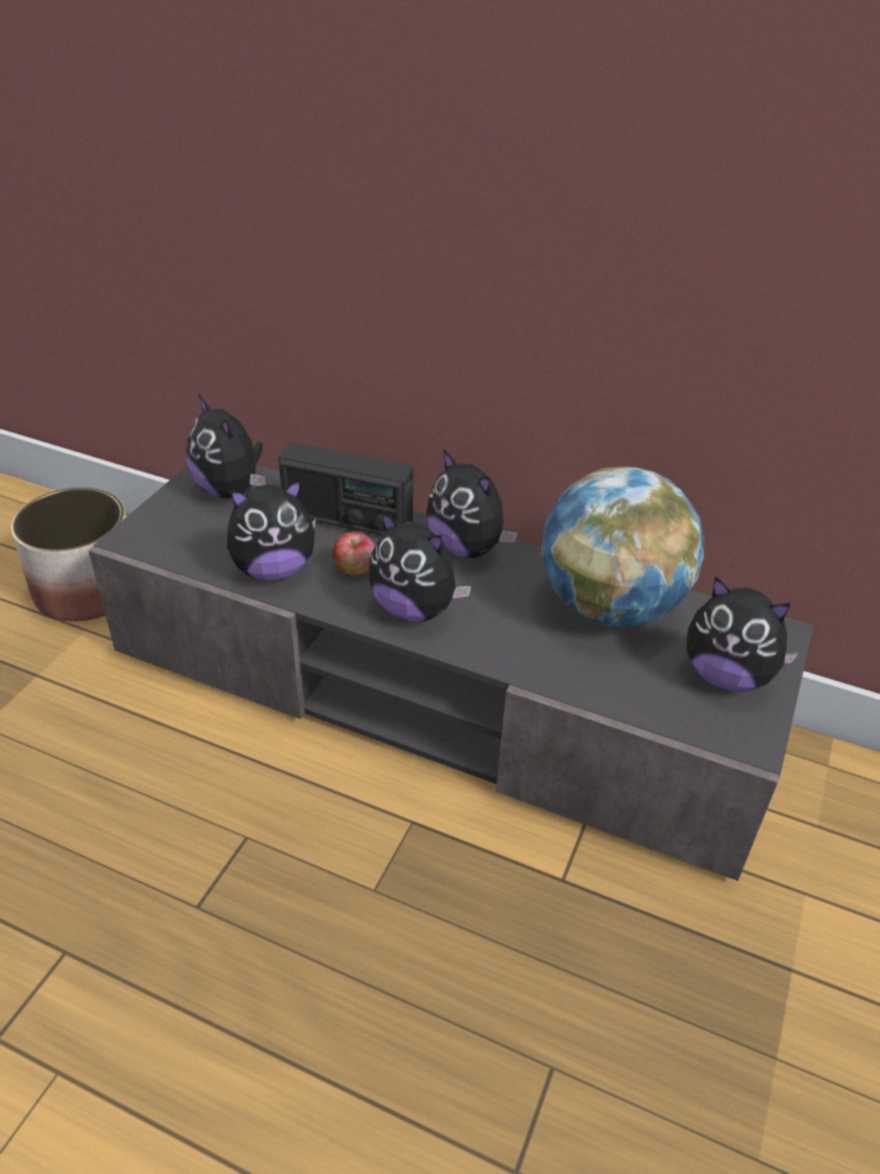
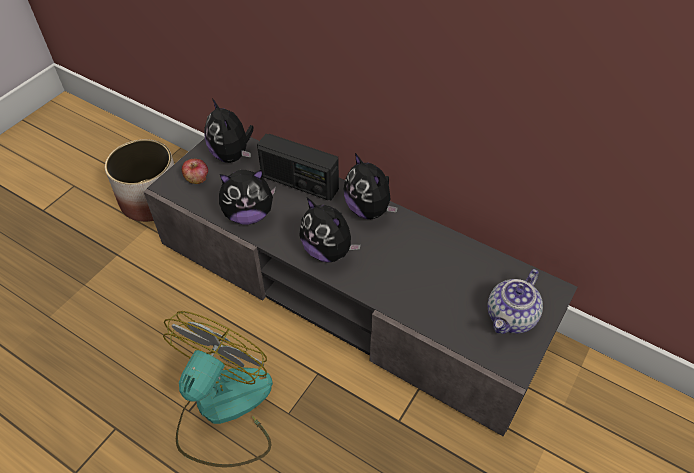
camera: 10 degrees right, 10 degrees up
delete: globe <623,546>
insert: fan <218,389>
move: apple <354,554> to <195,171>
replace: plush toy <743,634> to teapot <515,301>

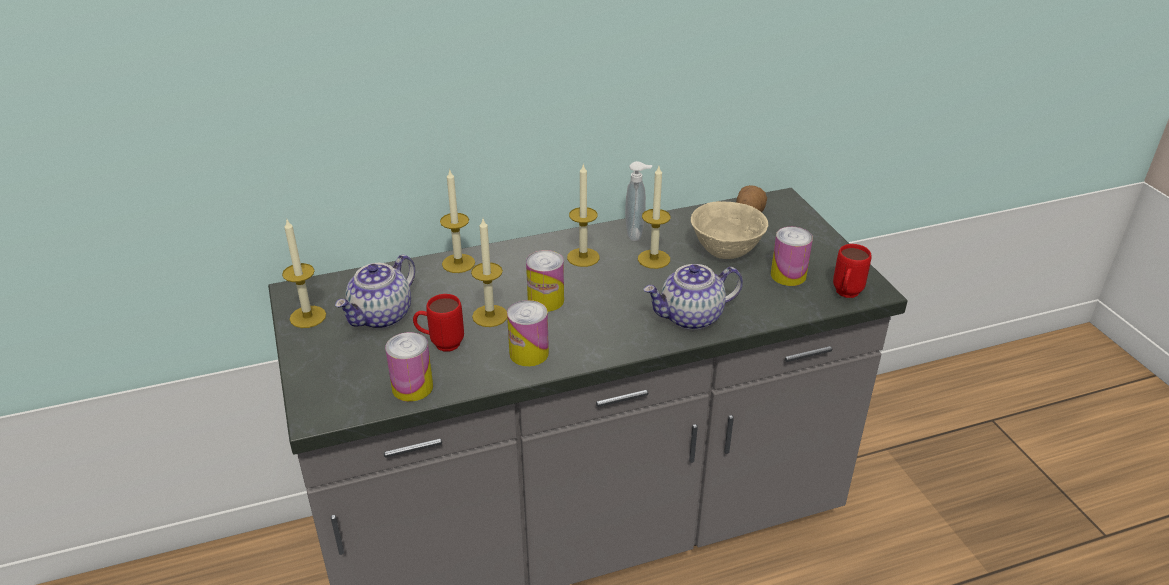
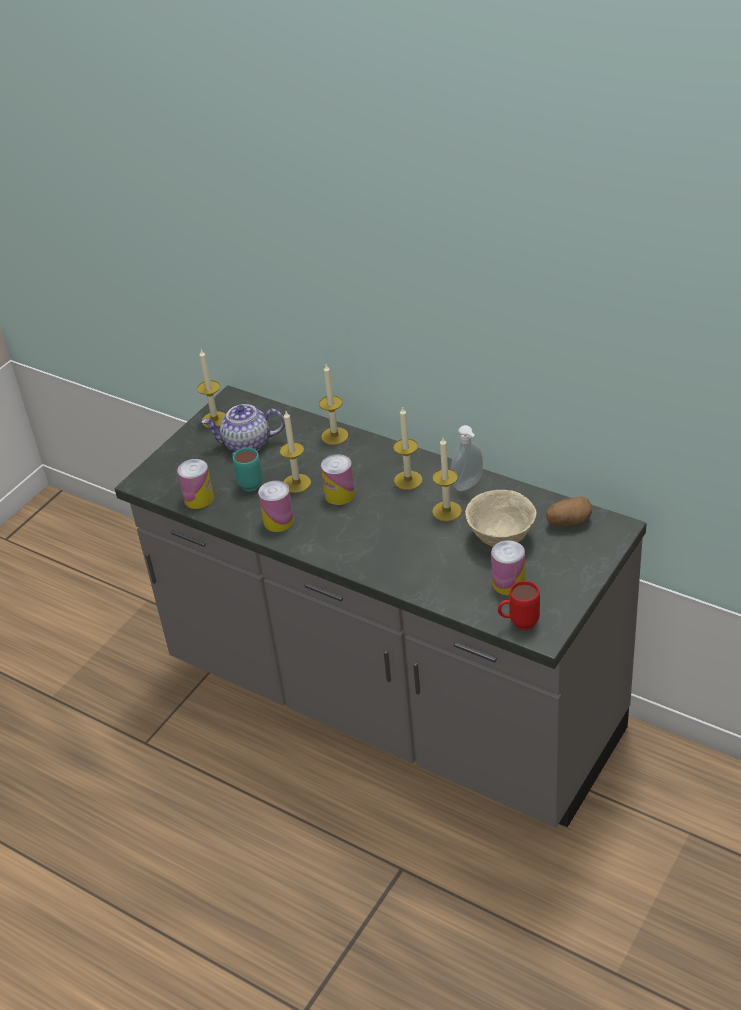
camera: 55 degrees right, 5 degrees up
delete: teapot <693,297>
recolor: red mug <438,323> to turquoise mug <247,470>

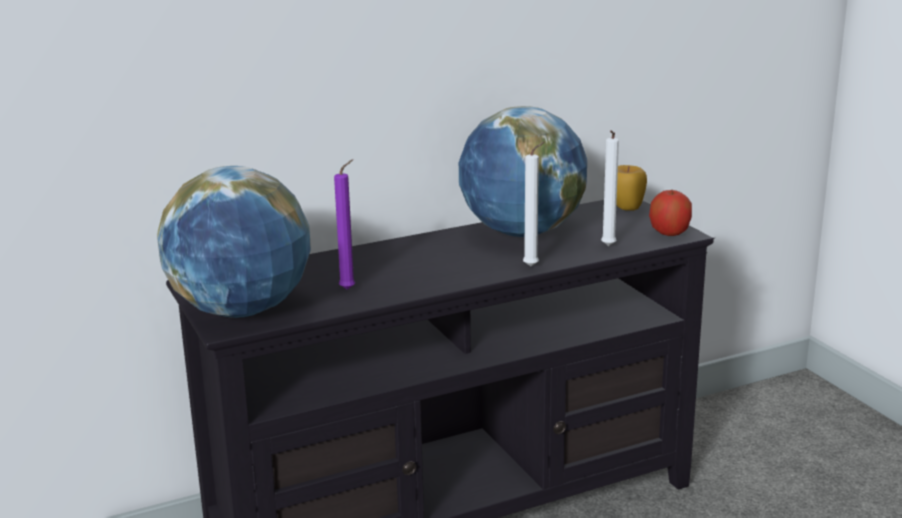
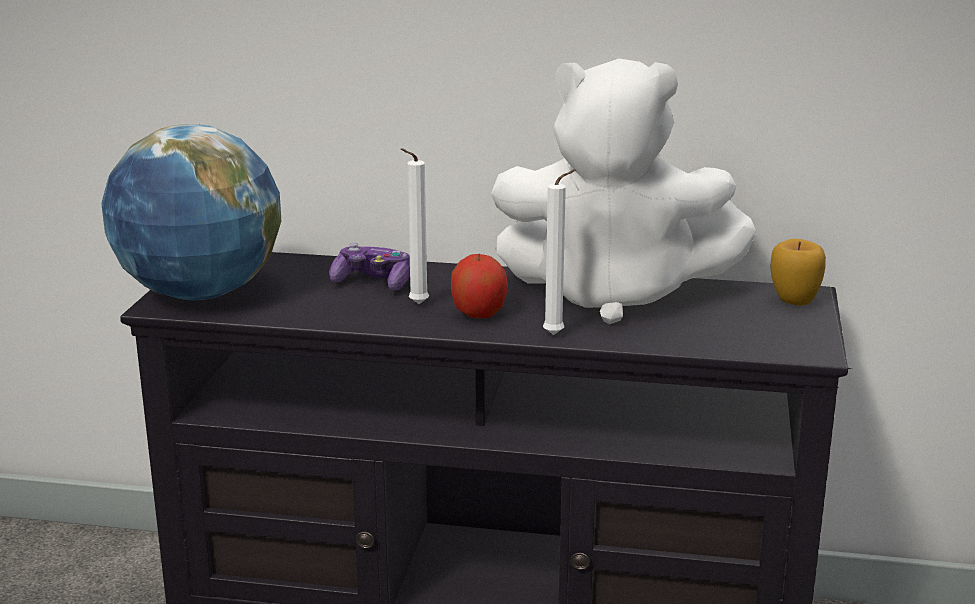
camera: 35 degrees right, 0 degrees up
delete: purple candle <344,224>
insert: game controller <369,267>
move: white candle <610,188> to <415,226>; apple <670,213> to <479,285>
replace: globe <523,171> to white plush toy <623,191>

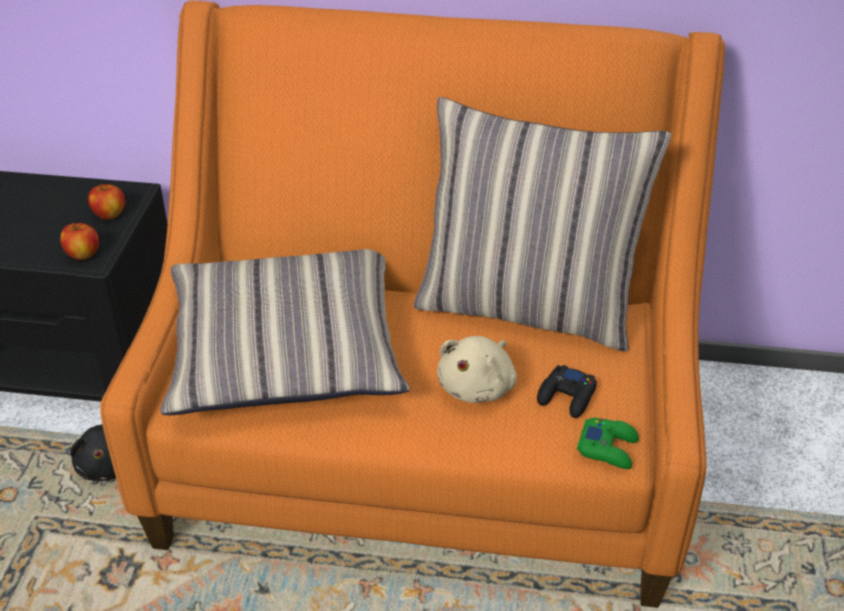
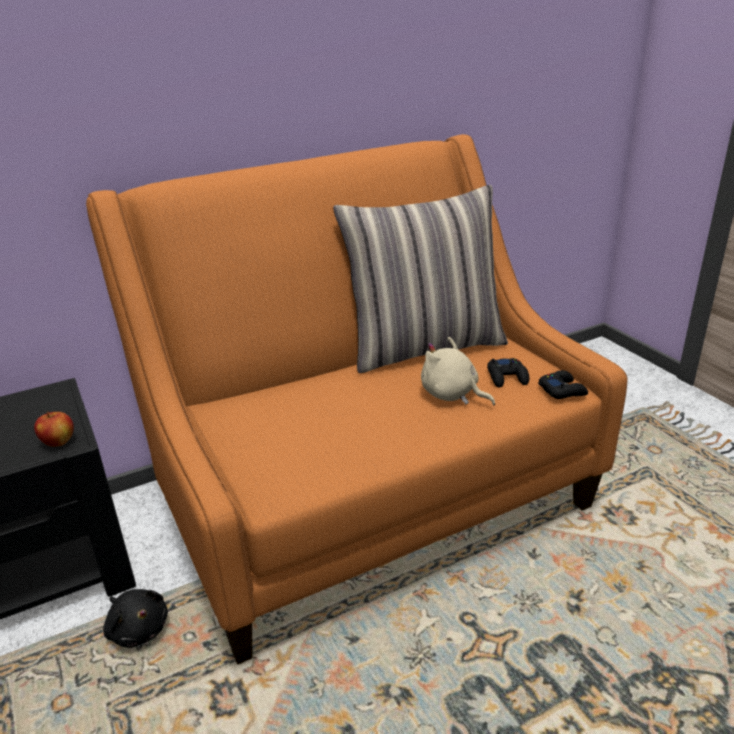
camera: 35 degrees left, 10 degrees down
delete: apple <106,201>; pillow <285,332>
recolor: green game controller <608,443> to black game controller <563,384>
rotate: beige plush toy <477,369> = <458,371> 135 degrees clockwise

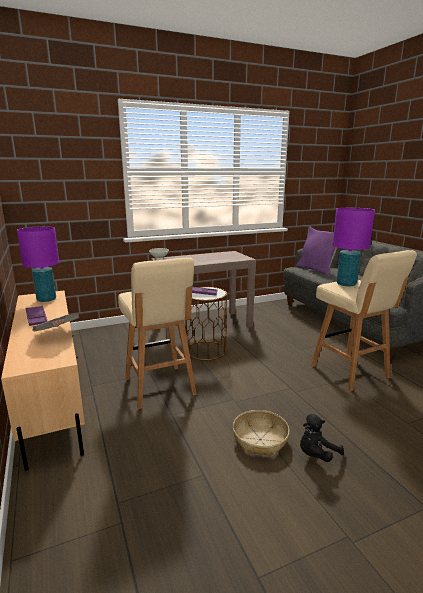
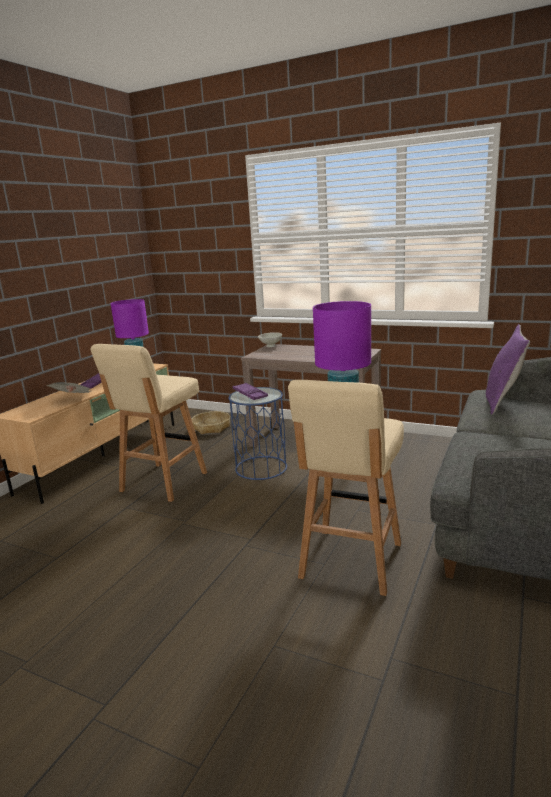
camera: 50 degrees right, 0 degrees up
delete: black plush toy <322,438>
move: basket <261,433> to <211,422>
recolor: brown side table <206,323> to blue side table <258,433>

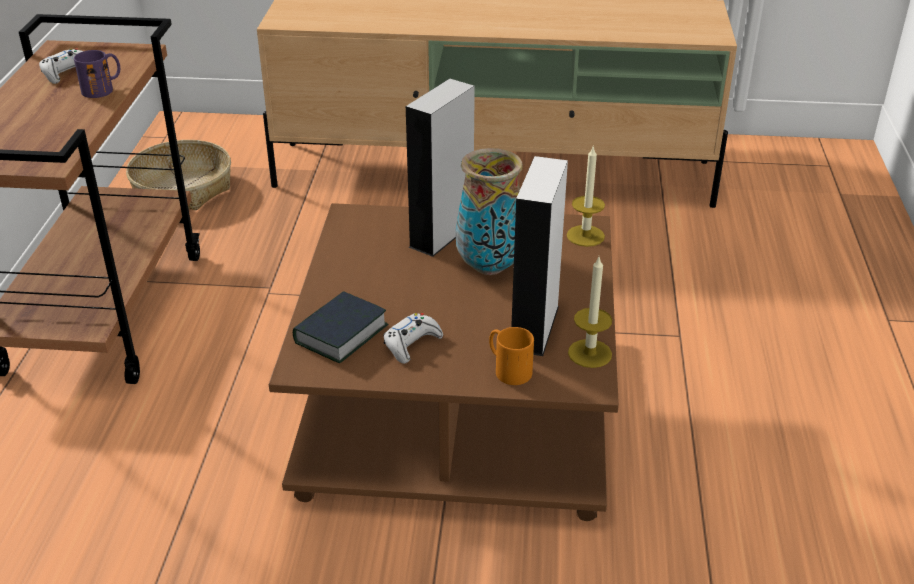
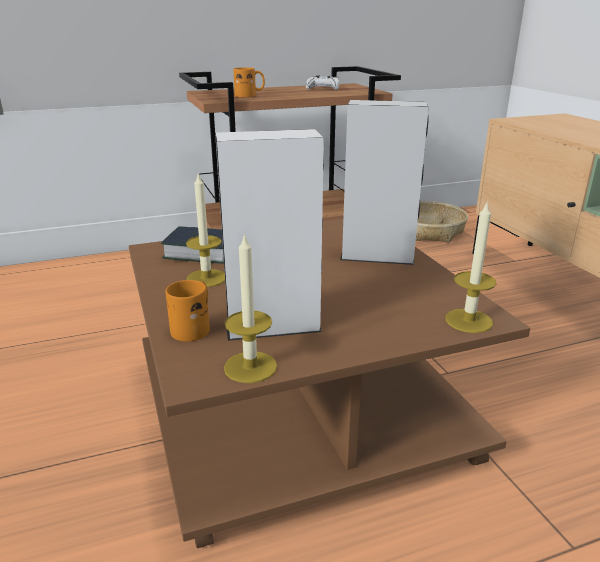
camera: 65 degrees right, 10 degrees down
delete: purple mug <97,74>; vase <489,211>
insert: orange mug <249,82>
replace: white game controller <413,338> to candle <205,230>

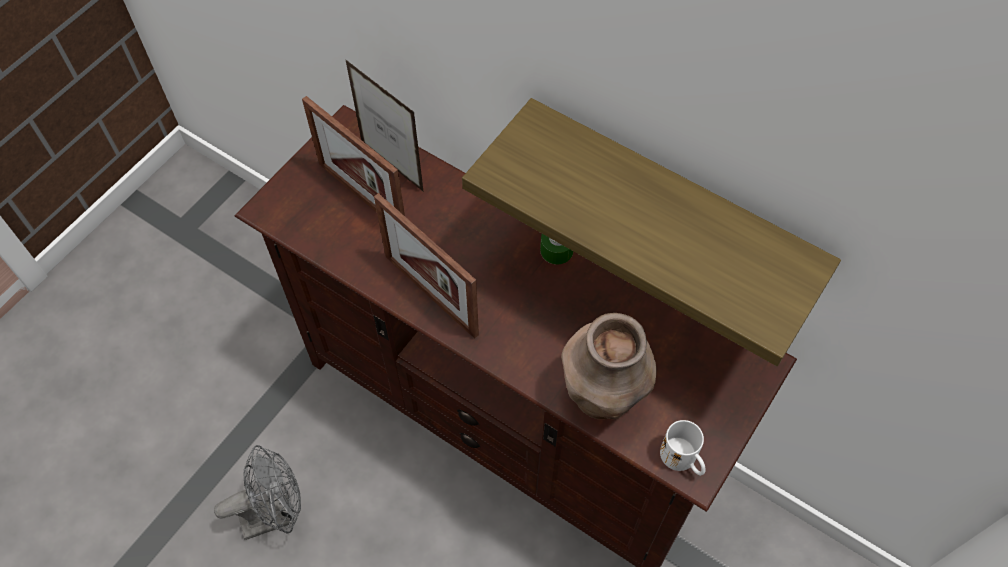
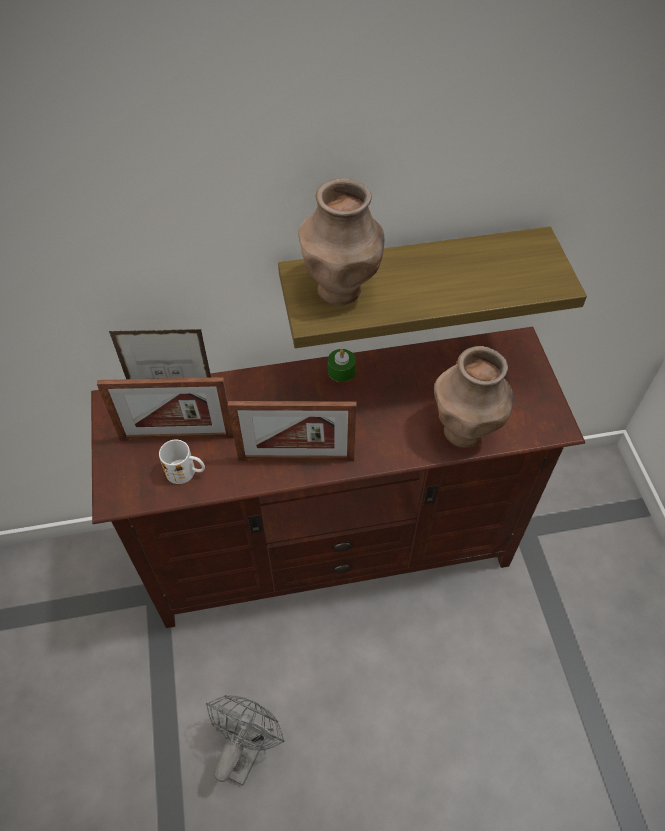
camera: 45 degrees left, 5 degrees down
insert: brown vase <341,241>
move: white mug <682,448> to <182,462>

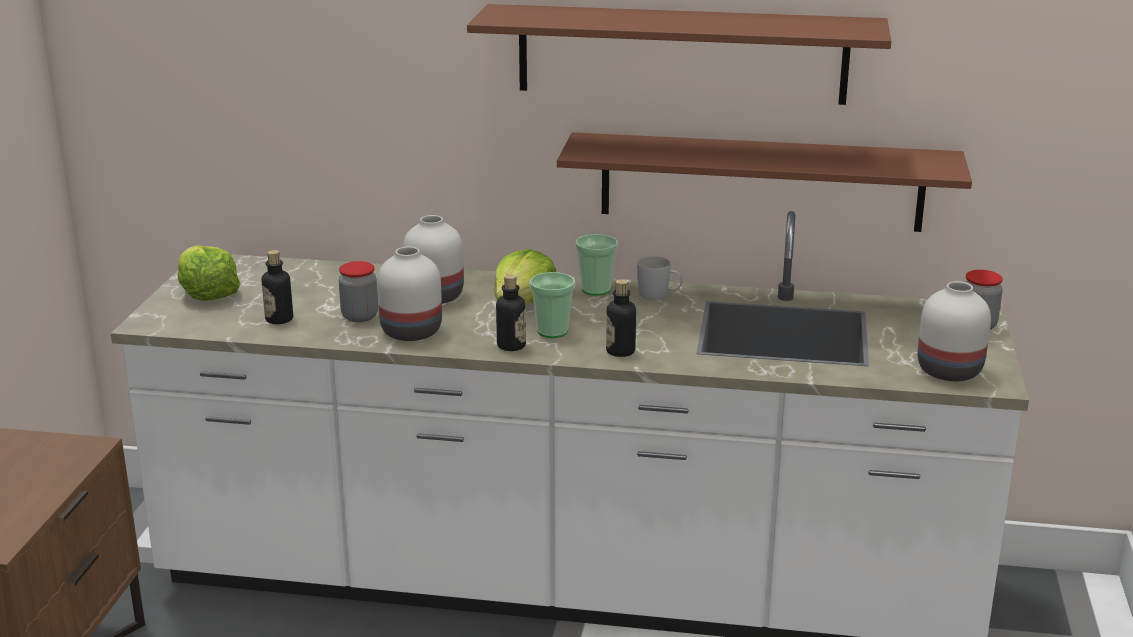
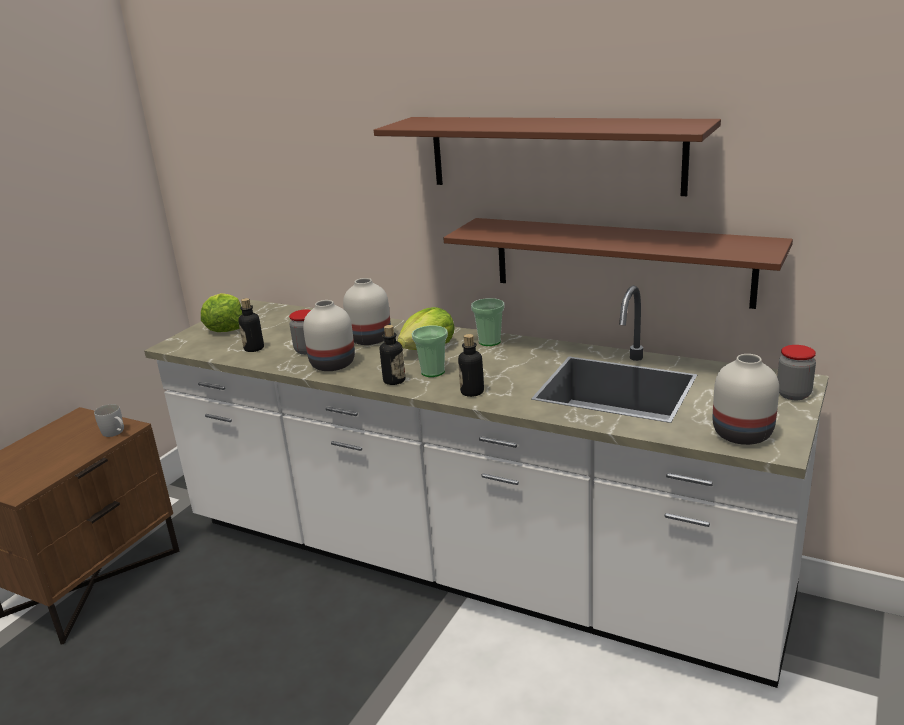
camera: 20 degrees right, 0 degrees up
move: white mug <660,278> to <109,420>

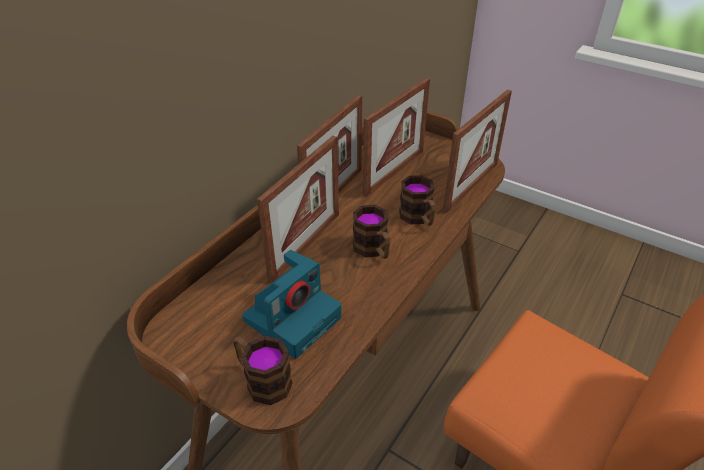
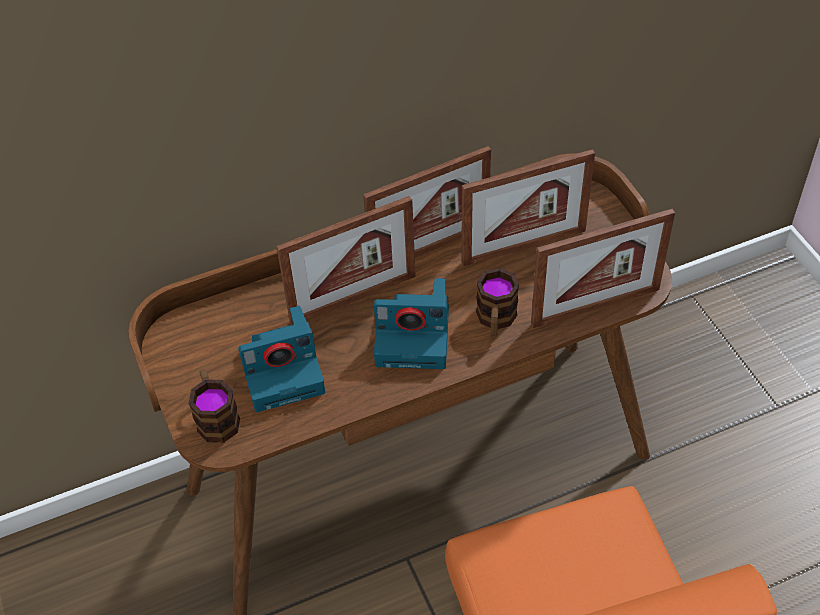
camera: 35 degrees right, 10 degrees up
replace: mug <371,232> to photo camera <411,323>

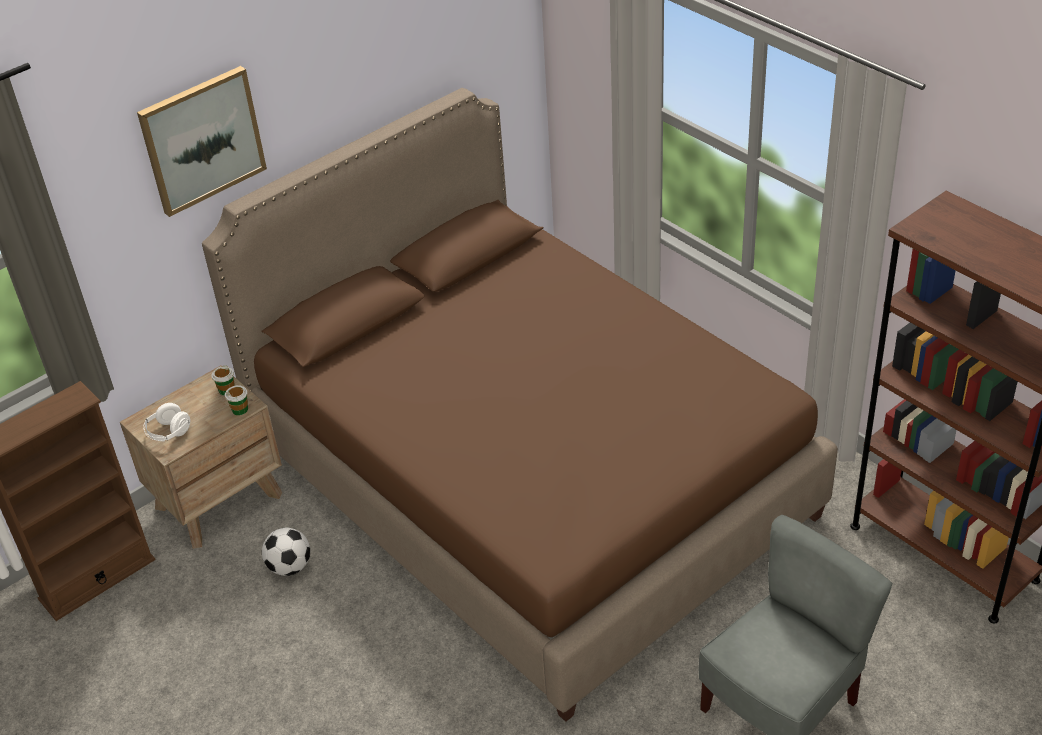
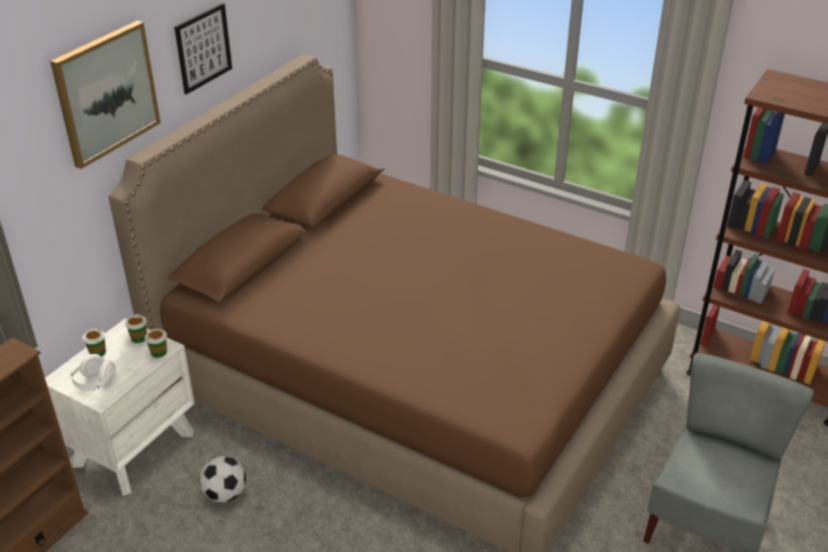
camera: 20 degrees left, 5 degrees down
insert: picture <203,49>; cup <94,343>
recolor: brown nightstand <201,457> to white nightstand <120,407>

